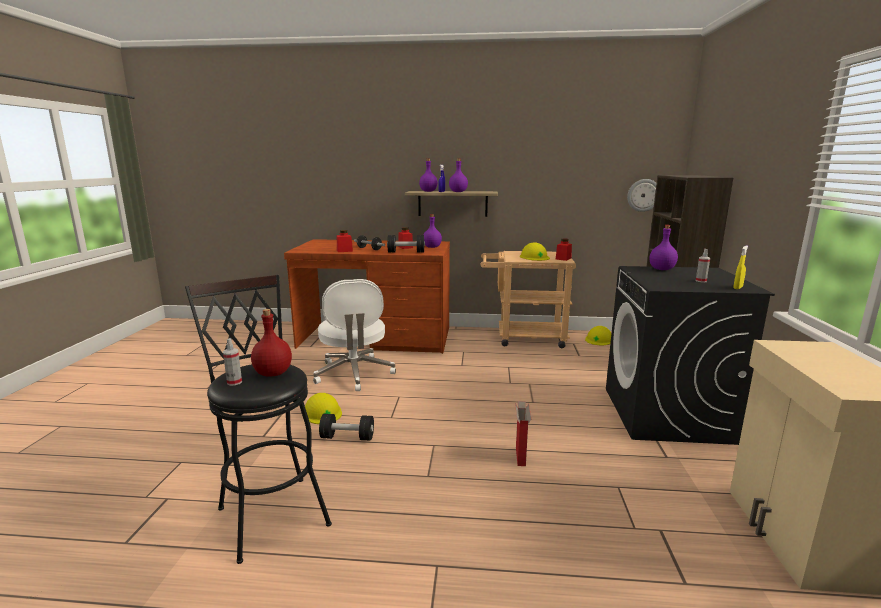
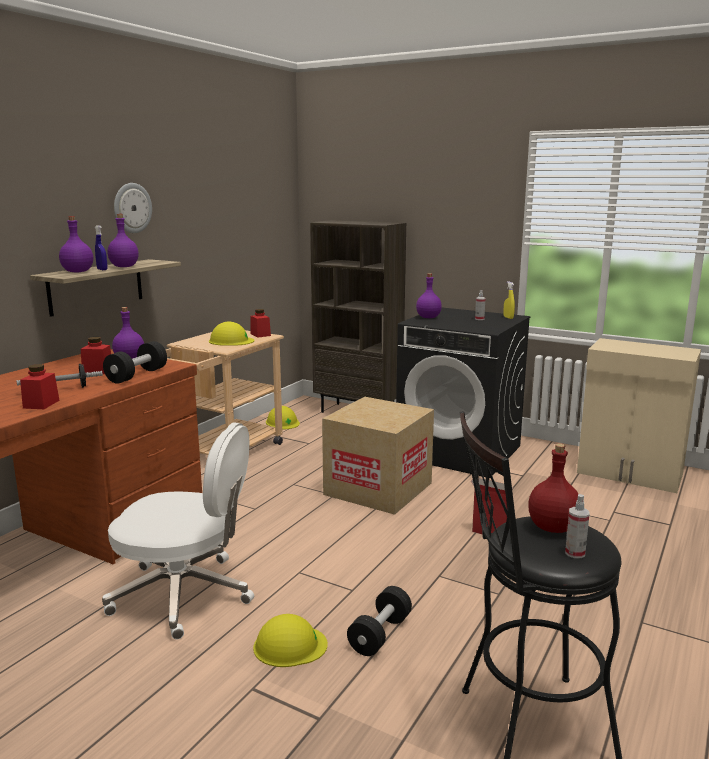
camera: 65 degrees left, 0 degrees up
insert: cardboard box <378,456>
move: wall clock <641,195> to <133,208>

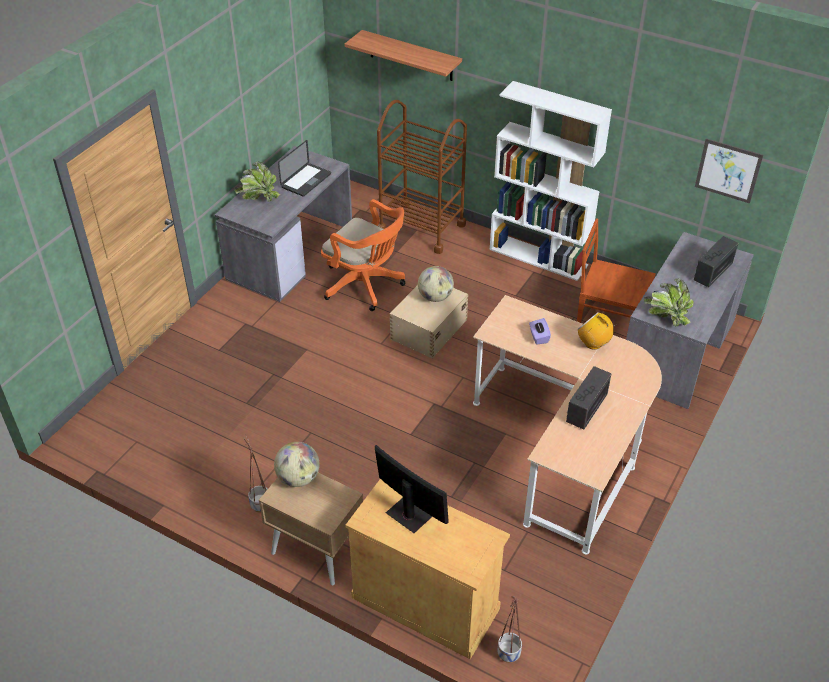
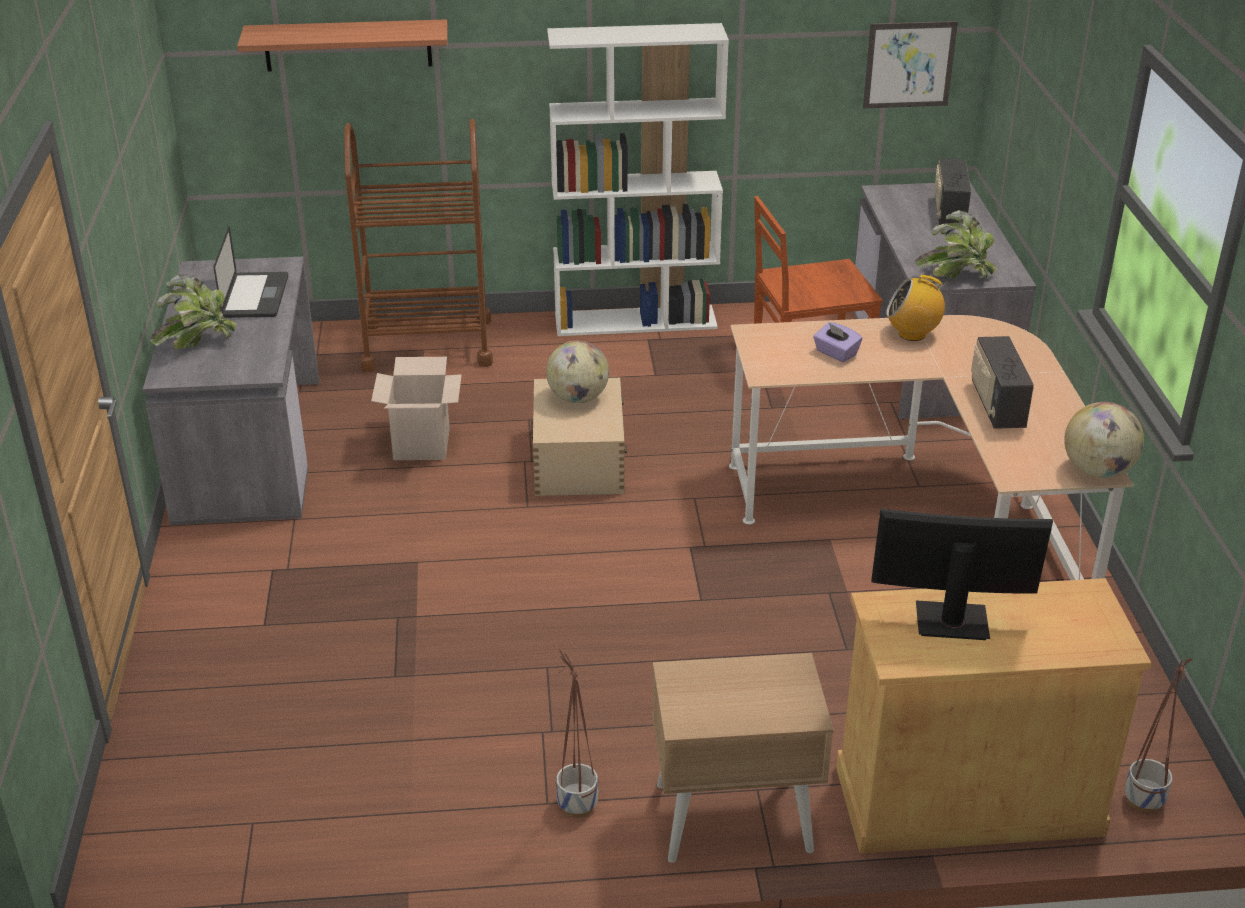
camera: 35 degrees left, 10 degrees down
move: globe <296,464> to <1104,440>
replace: orange office chair <363,255> to cardboard box <416,408>

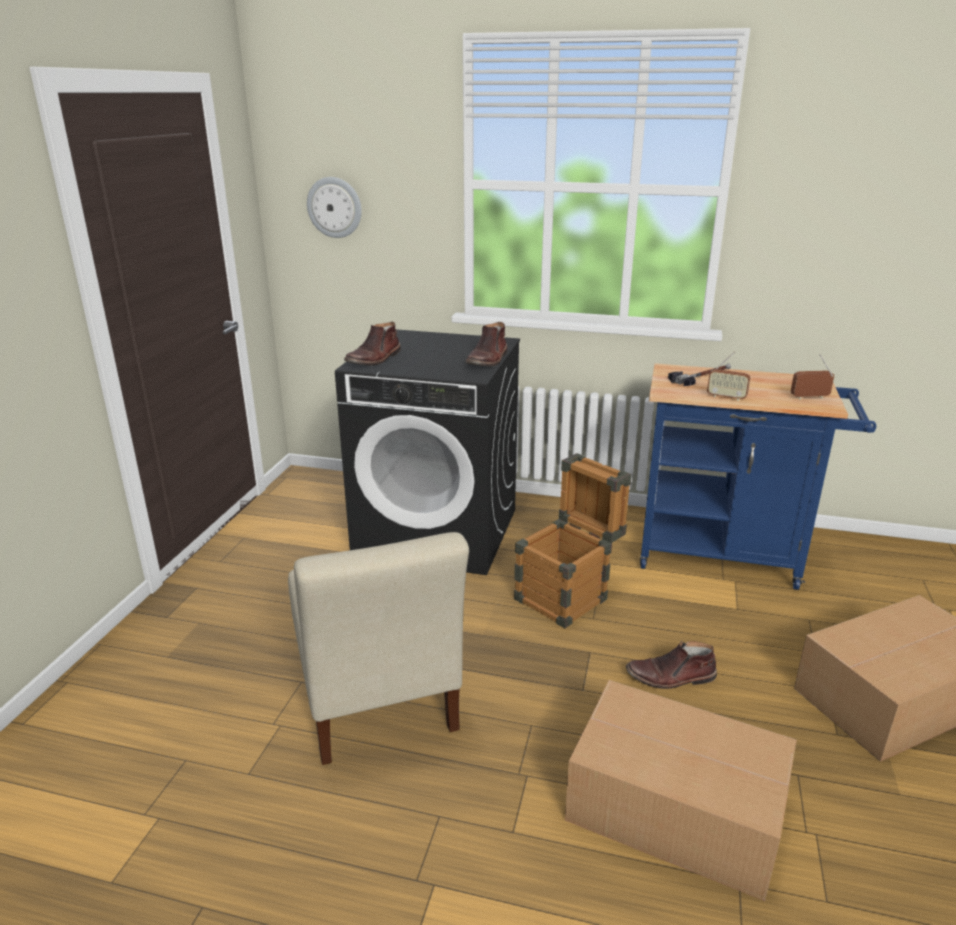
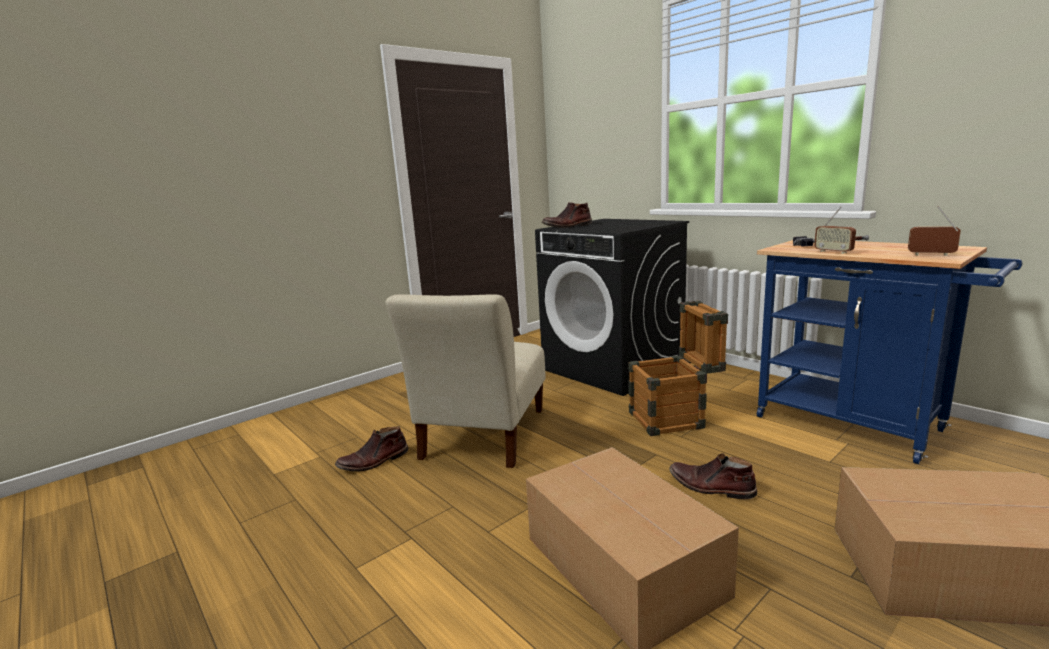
camera: 35 degrees right, 10 degrees down
delete: wall clock <334,207>
move: brown boot <486,344> to <372,449>

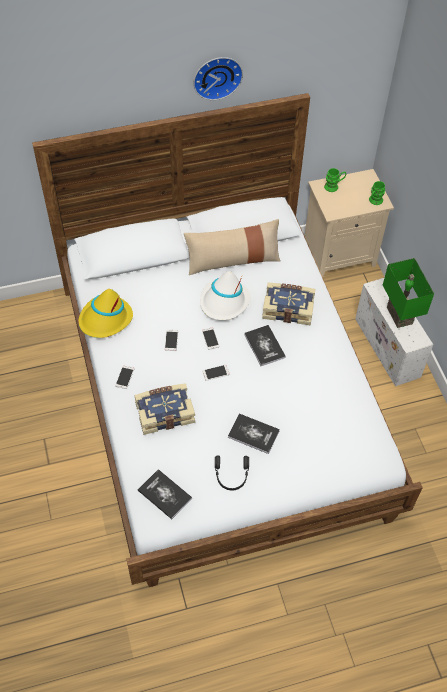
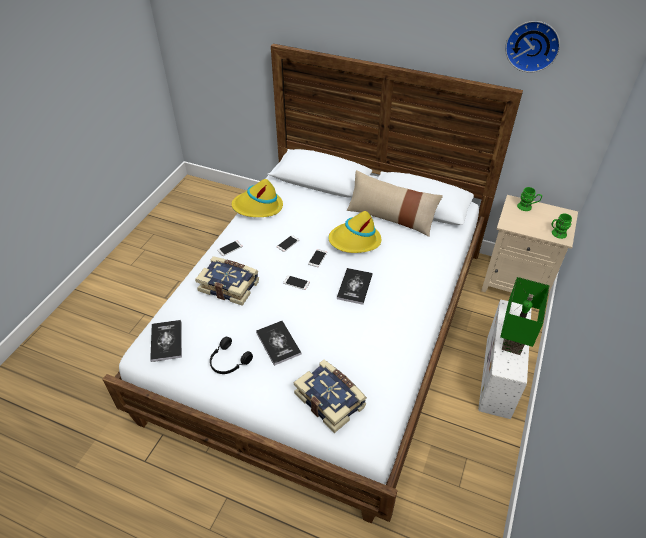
camera: 40 degrees right, 10 degrees down
move: wall clock <218,78> to <532,47>; book <288,304> to <330,396>
recolor: white hat <225,295> to yellow hat <354,232>

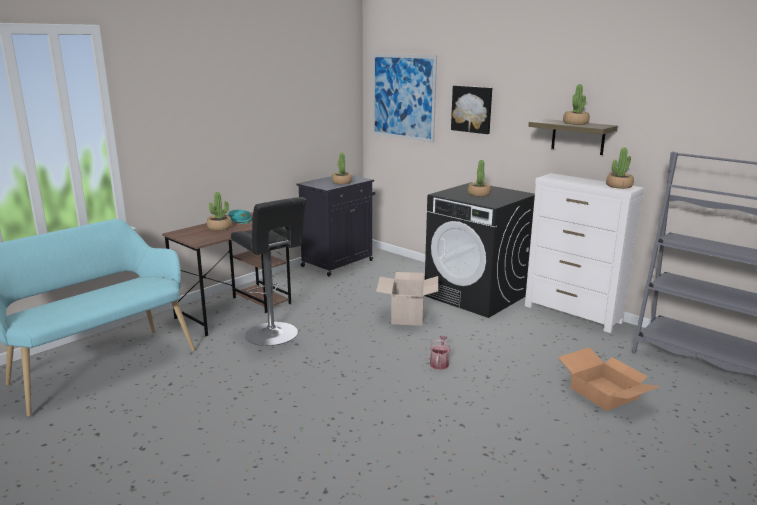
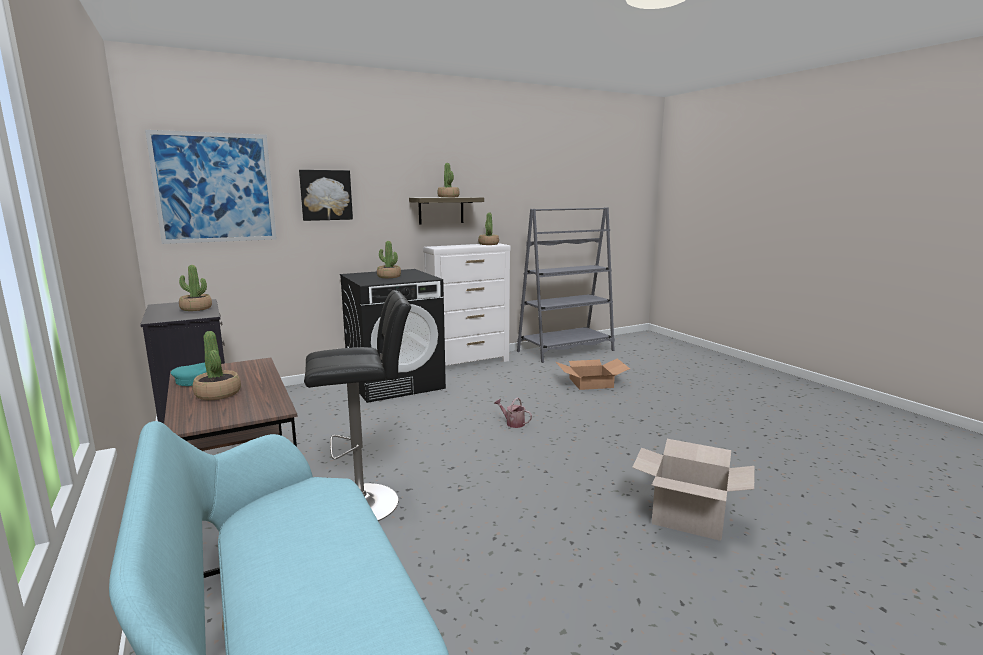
camera: 70 degrees left, 5 degrees down
move: cardboard box <407,299> to <693,490>

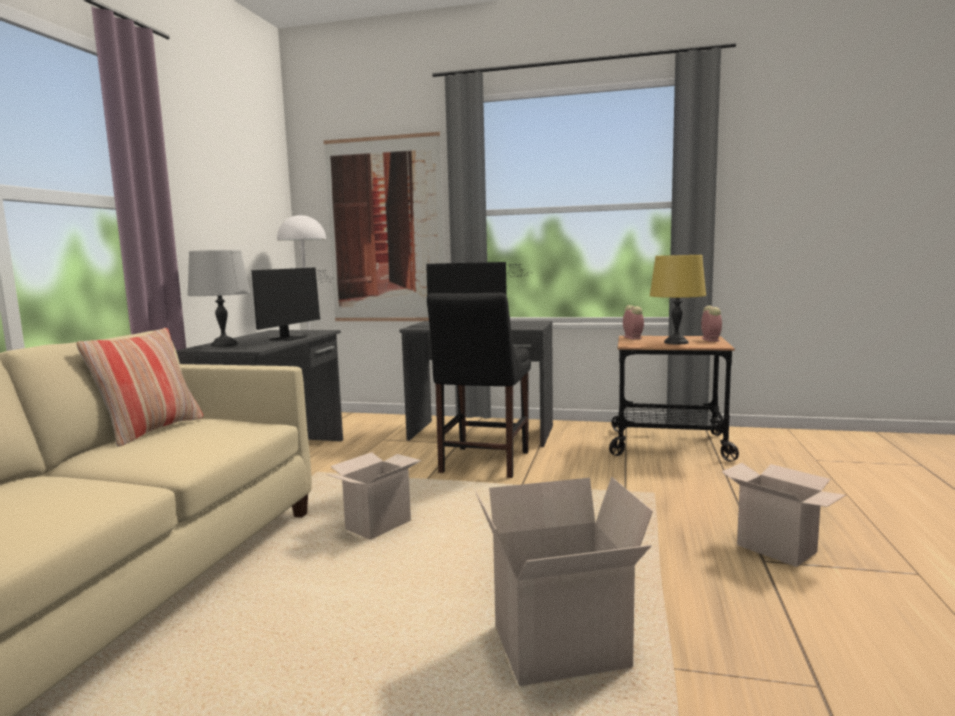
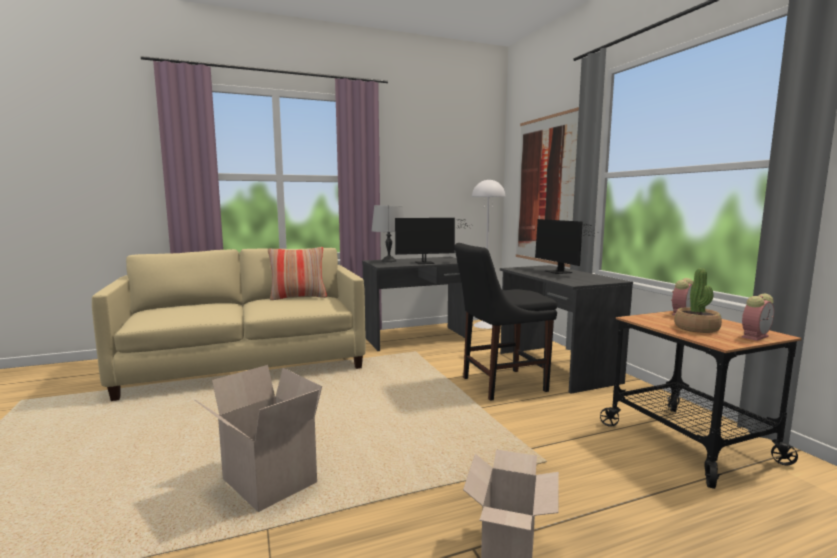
camera: 55 degrees right, 0 degrees up
delete: cardboard box <373,496>
replace: yellow table lamp <678,299> to potted plant <698,300>

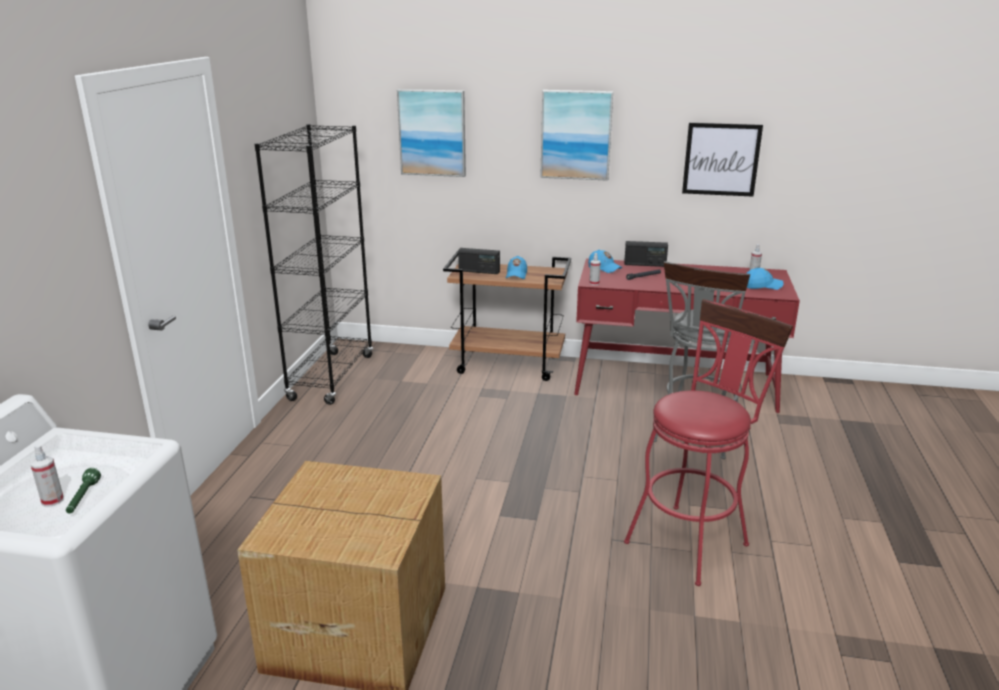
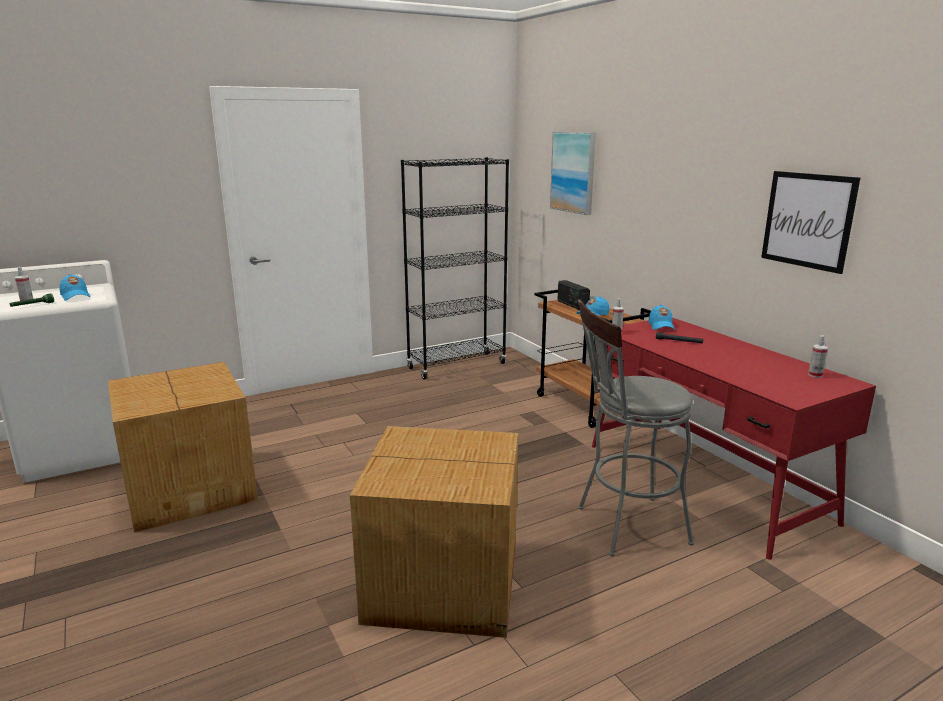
camera: 50 degrees right, 5 degrees down
delete: picture <576,135>; radio <646,254>
move: blue cap <764,279> to <74,287>
replace: red stool <708,442> to cardboard box <434,532>

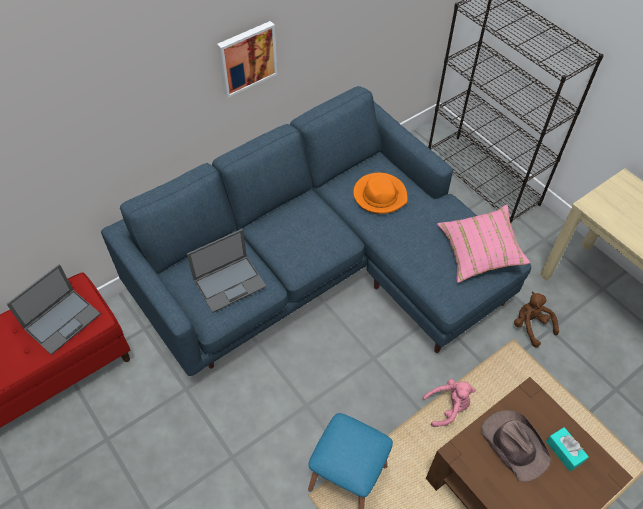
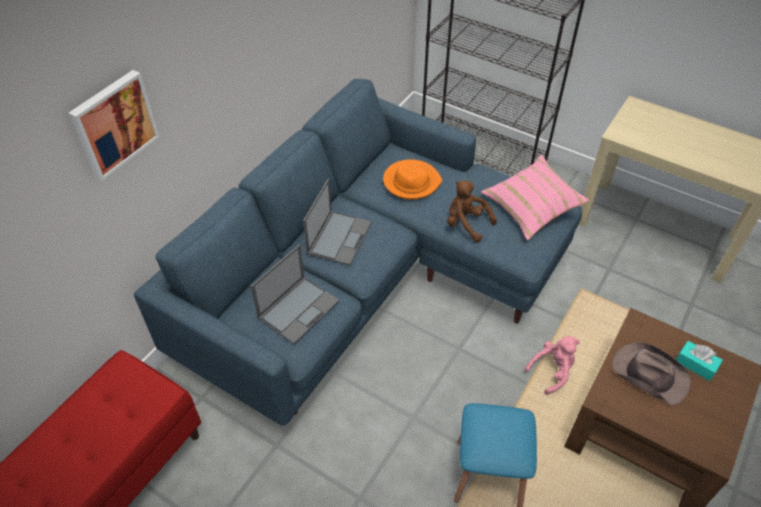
camera: 20 degrees left, 5 degrees down
move: picture <247,59> to <114,125>; laptop <54,309> to <337,222>; brown plush toy <536,319> to <472,211>

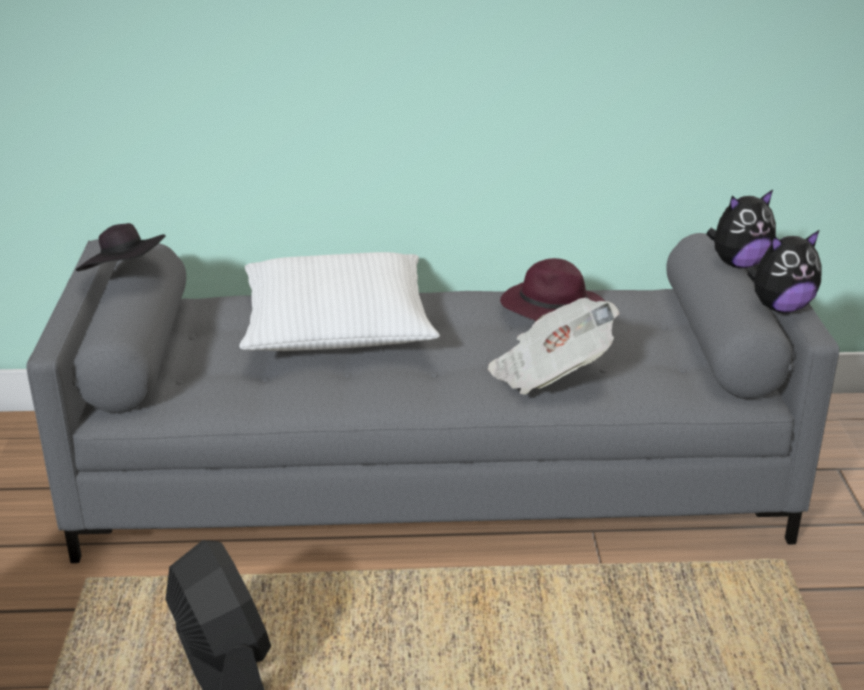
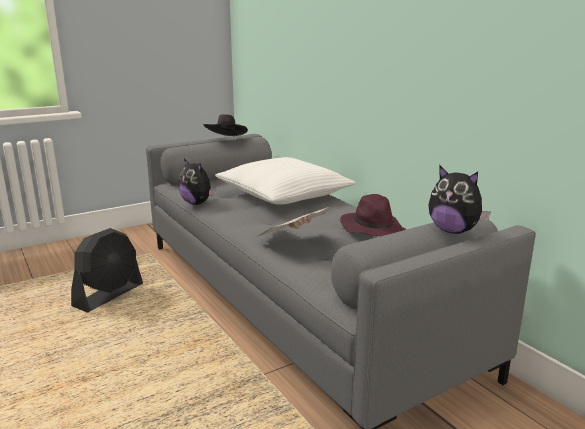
camera: 60 degrees right, 10 degrees down
move: plush toy <784,271> to <197,182>

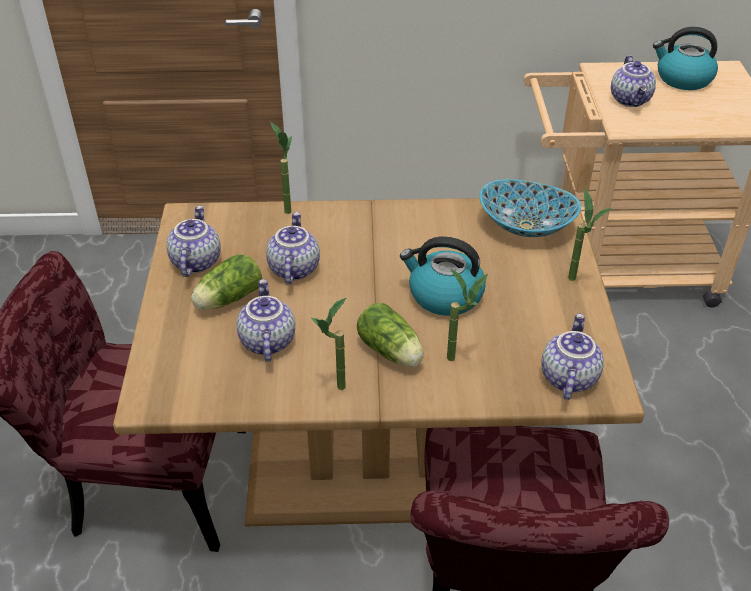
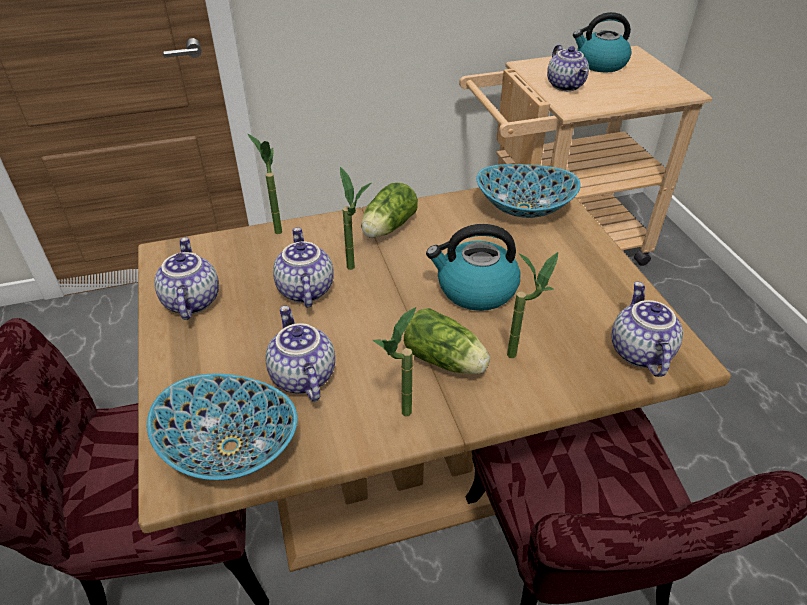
camera: 15 degrees left, 0 degrees up
insert: bowl <222,427>
move: potted plant <590,235> to <355,218>; lettuce <226,282> to <389,210>

